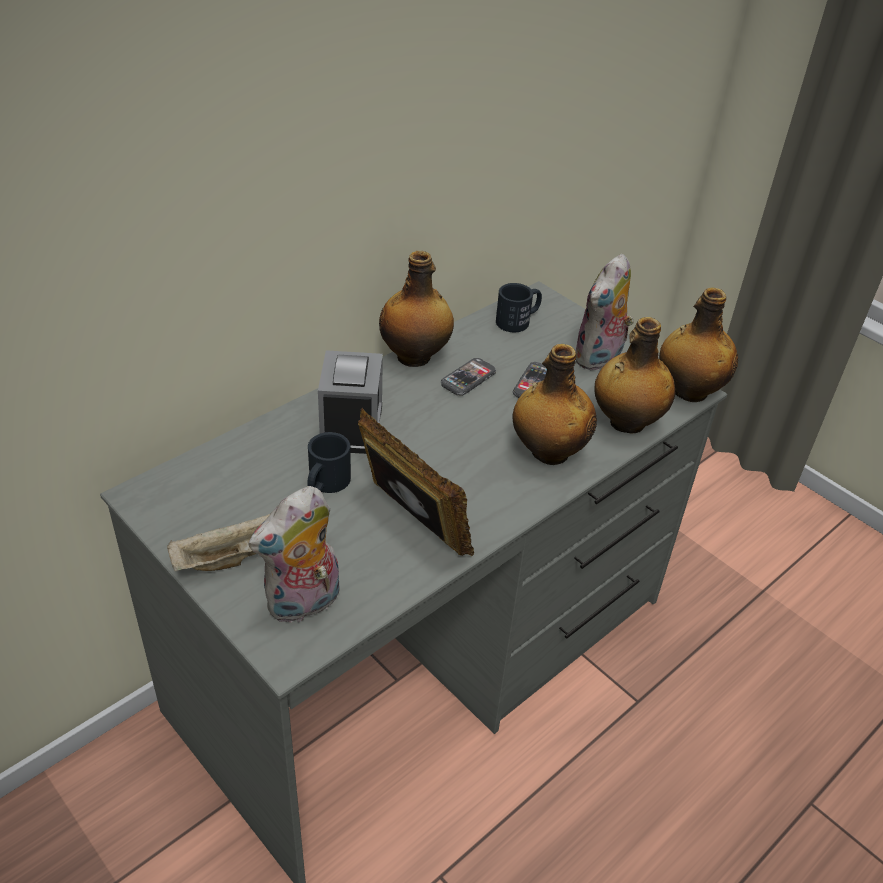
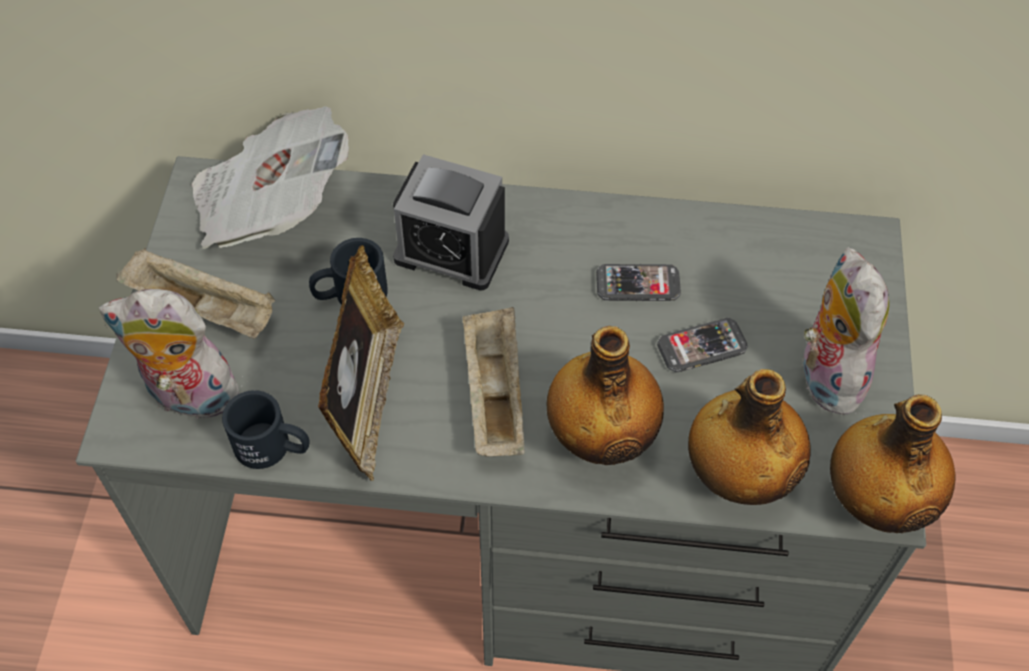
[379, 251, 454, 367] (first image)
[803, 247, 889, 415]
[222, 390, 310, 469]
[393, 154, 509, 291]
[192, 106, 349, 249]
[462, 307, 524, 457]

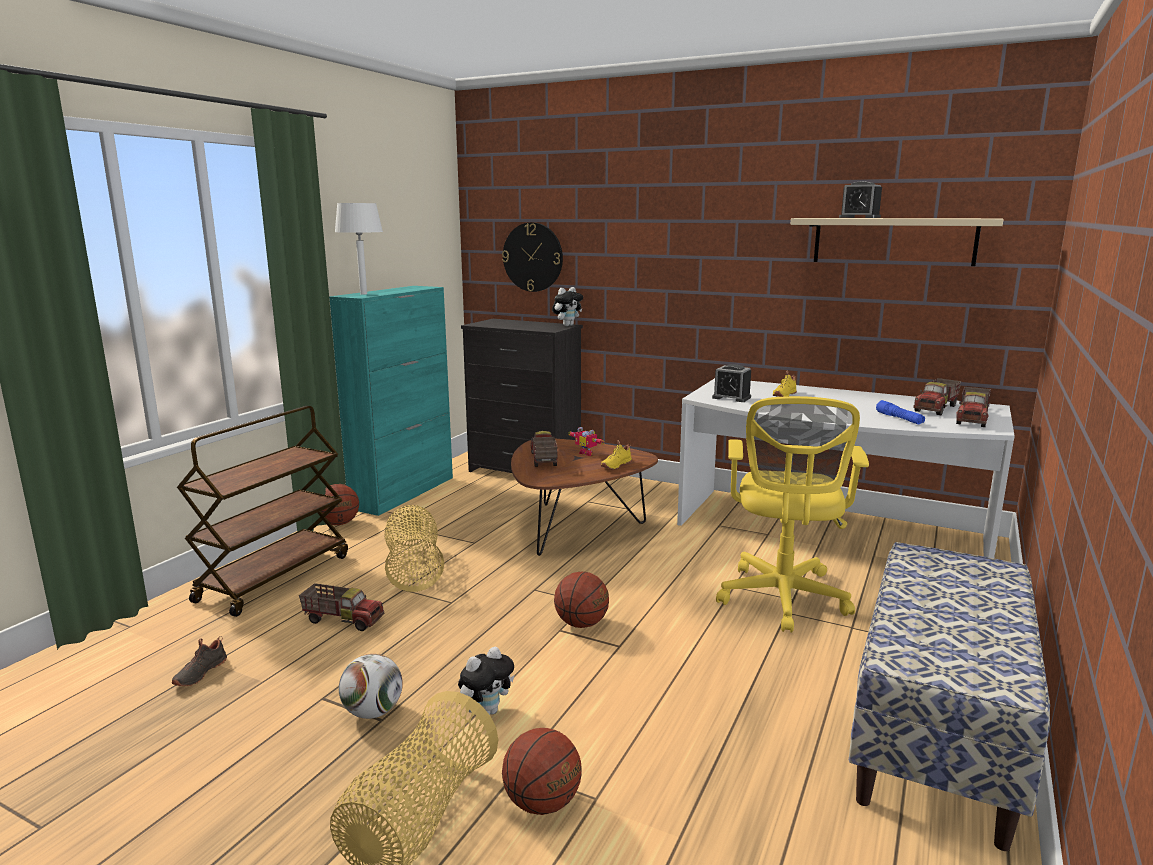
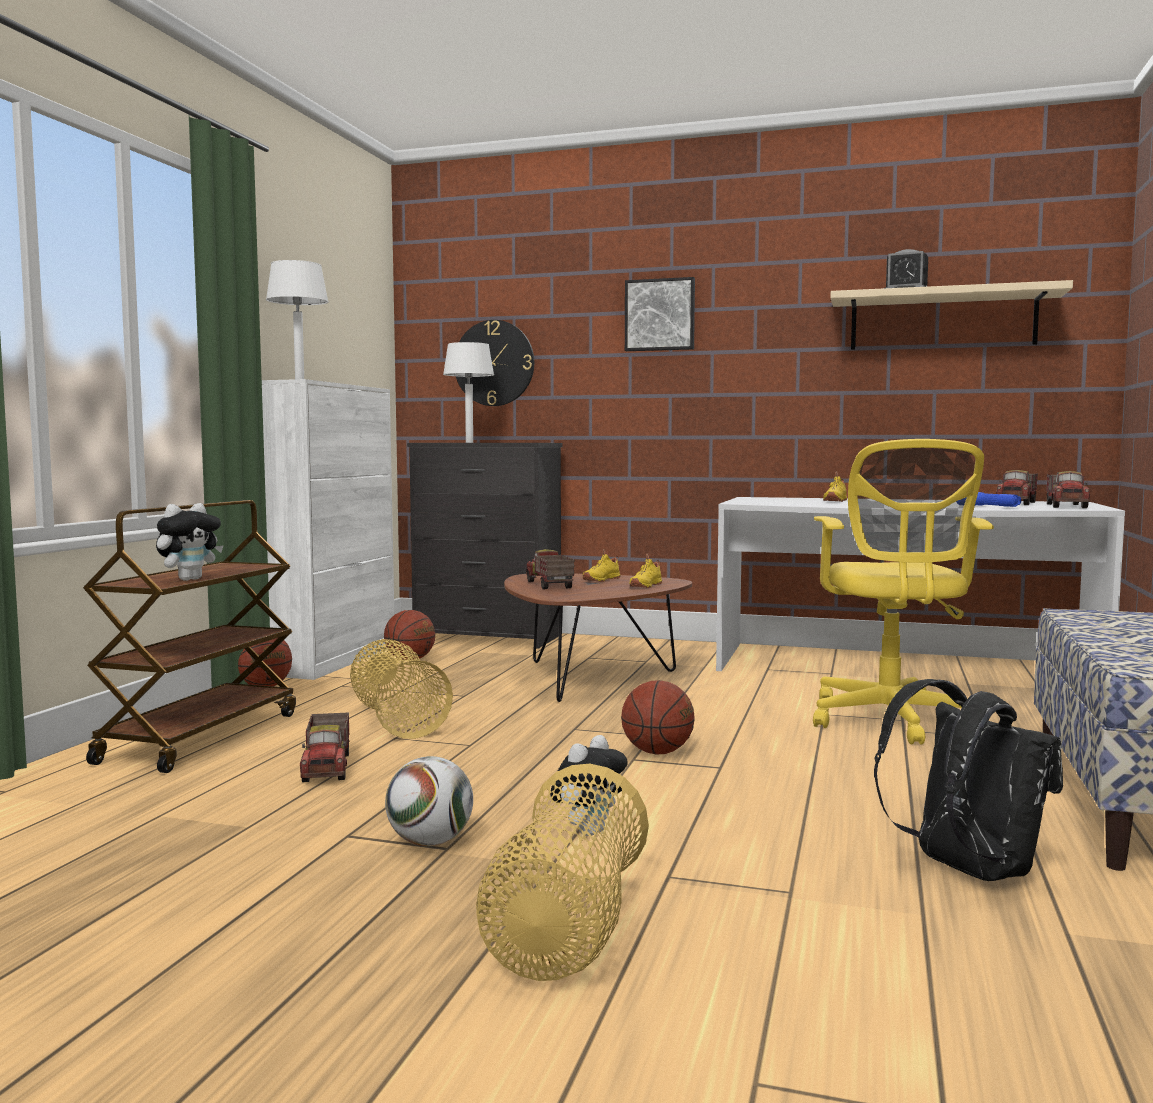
[262, 379, 394, 680]
[156, 503, 223, 581]
[712, 364, 751, 402] (first image)
[583, 549, 620, 582]
[300, 712, 349, 782]
[172, 637, 227, 686] (first image)
[384, 610, 435, 661]
[625, 277, 695, 351]
[443, 342, 494, 443]
[874, 679, 1063, 881]

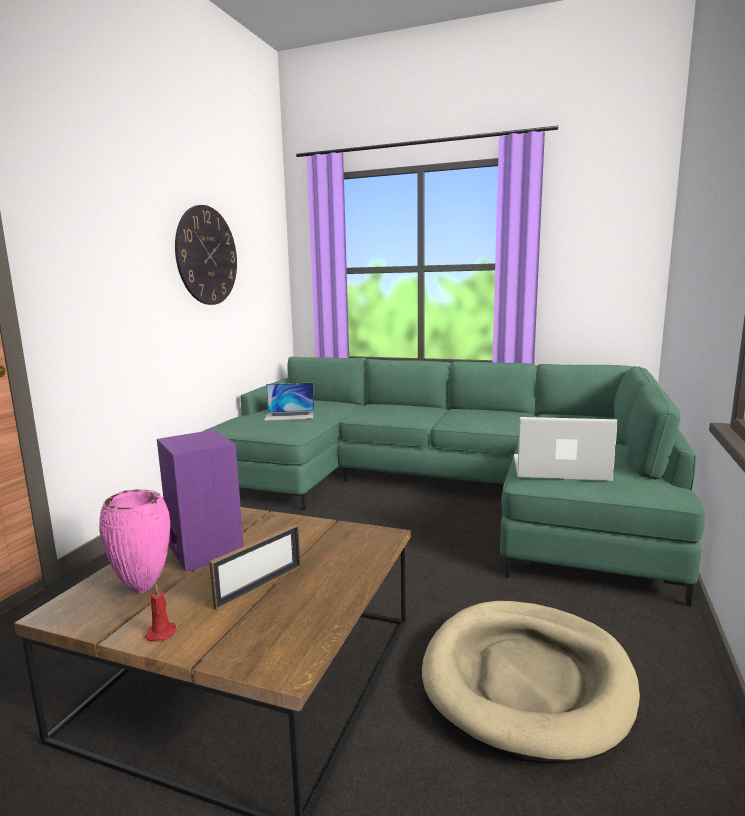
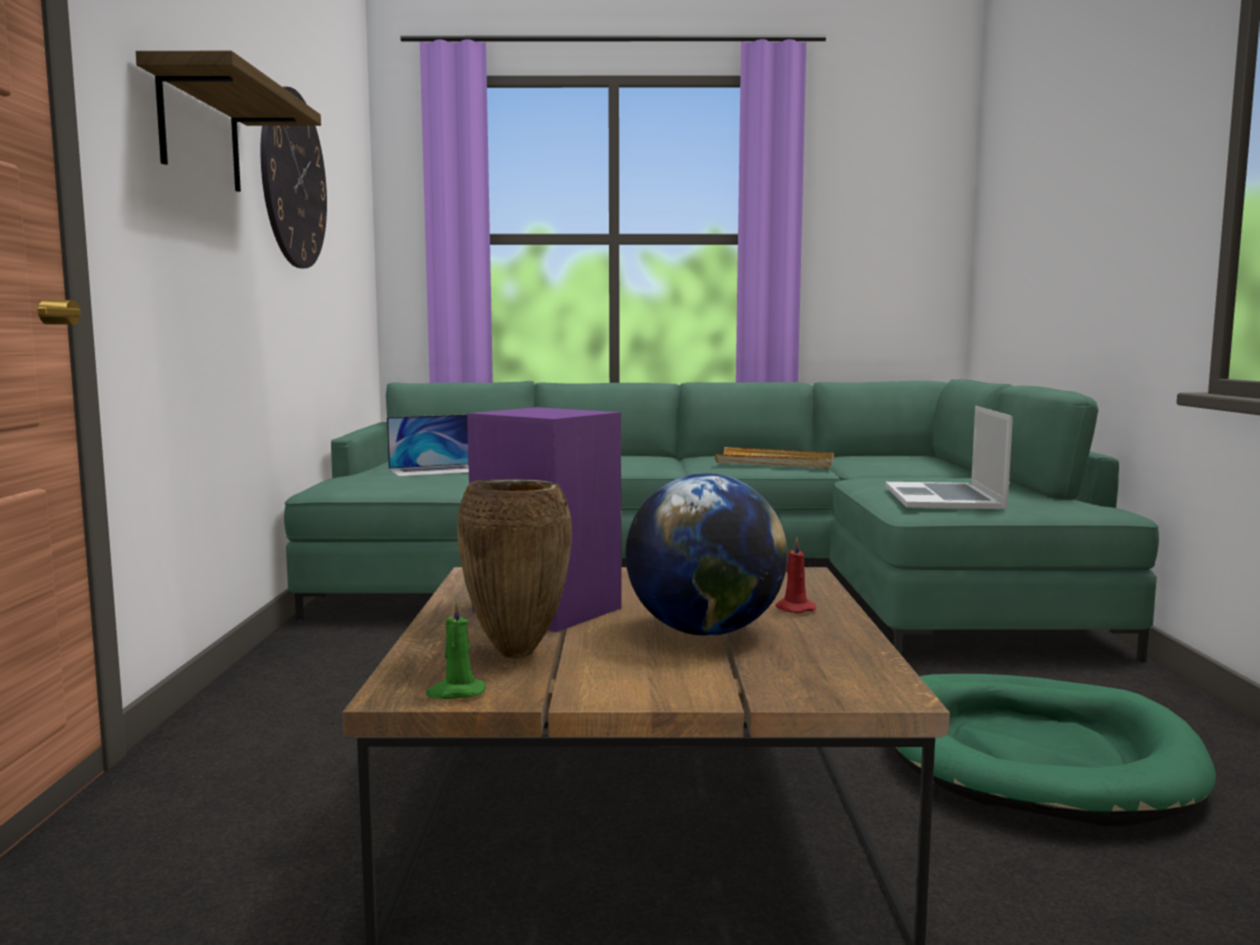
[885, 406, 1013, 509]
[457, 479, 572, 658]
[625, 473, 788, 636]
[775, 538, 816, 613]
[892, 674, 1216, 826]
[136, 51, 321, 192]
[715, 447, 834, 469]
[426, 600, 486, 699]

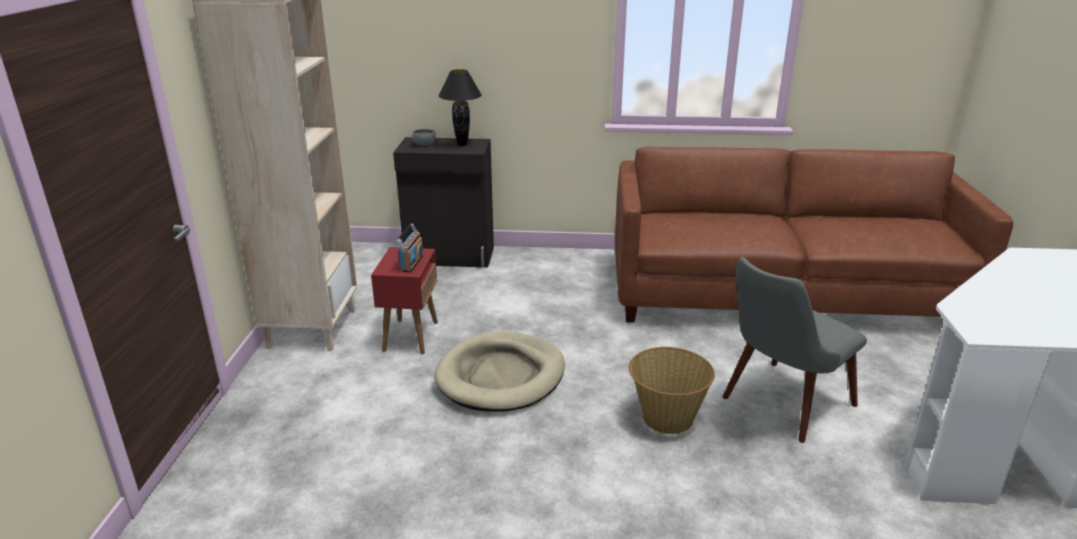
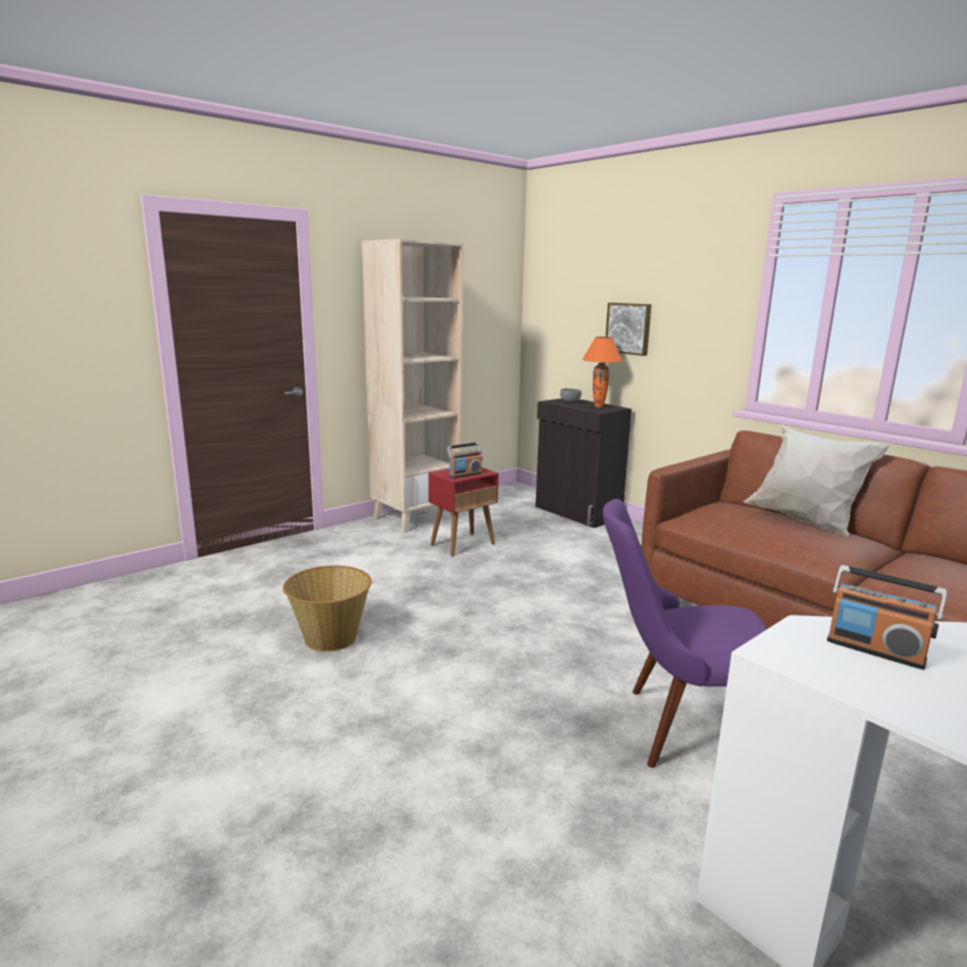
[582, 337, 623, 408]
[603, 499, 768, 768]
[434, 331, 565, 411] (first image)
[283, 566, 372, 652]
[606, 303, 652, 356]
[743, 424, 891, 536]
[827, 565, 947, 670]

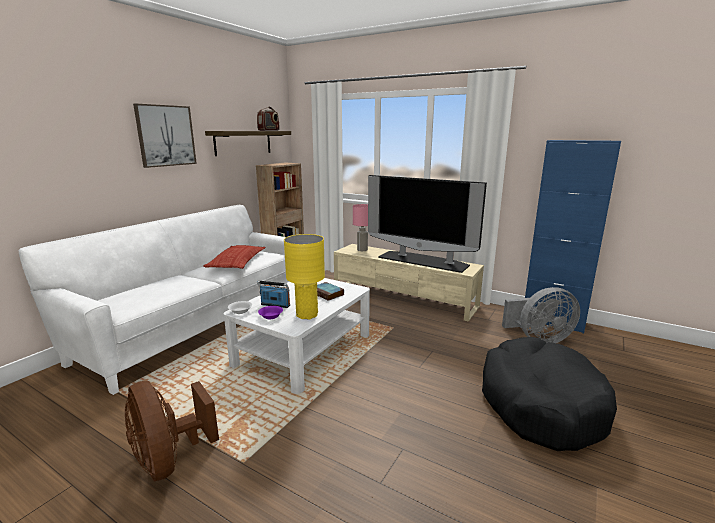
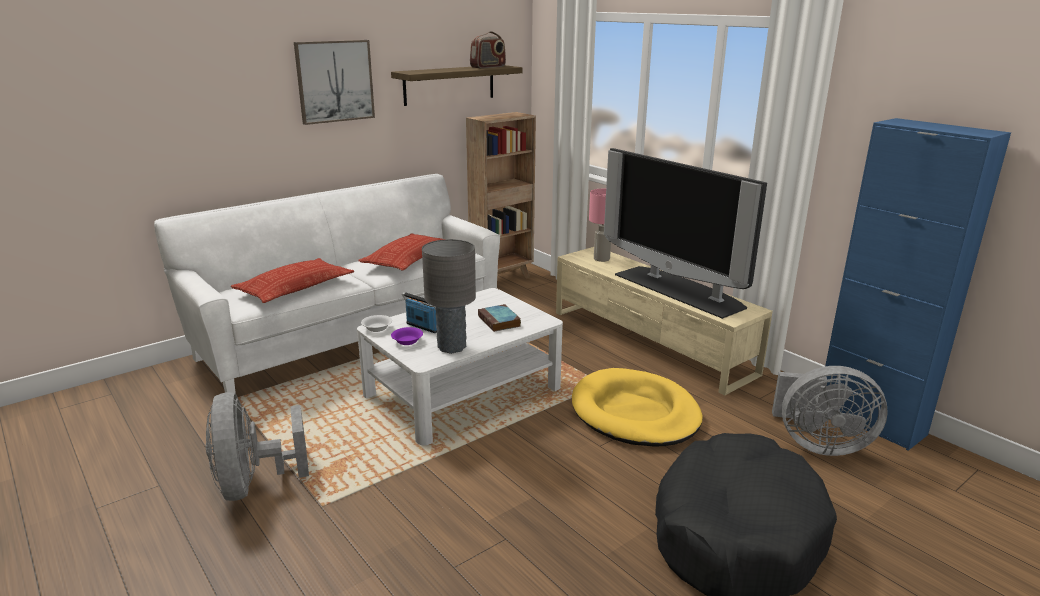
[422, 239, 476, 354]
[206, 392, 309, 501]
[231, 258, 354, 303]
[572, 368, 702, 447]

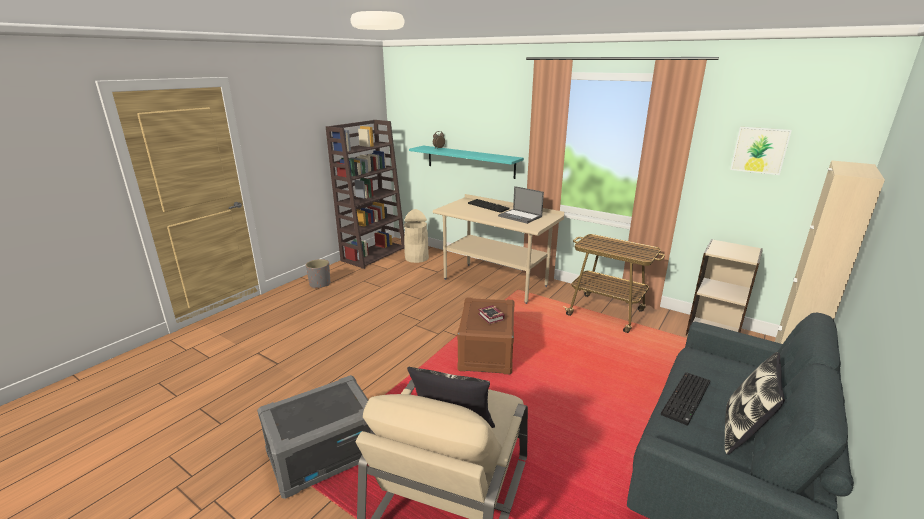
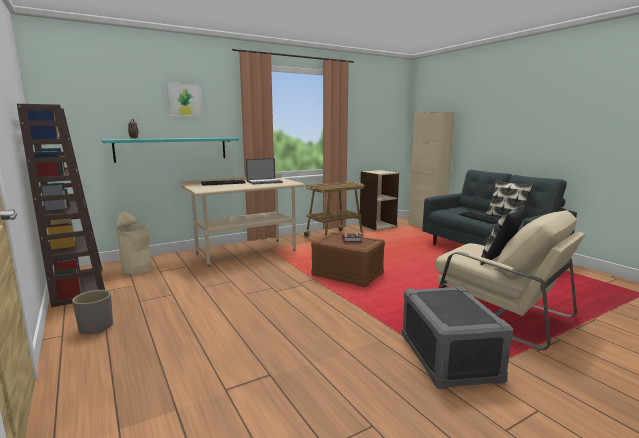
[167, 82, 203, 117]

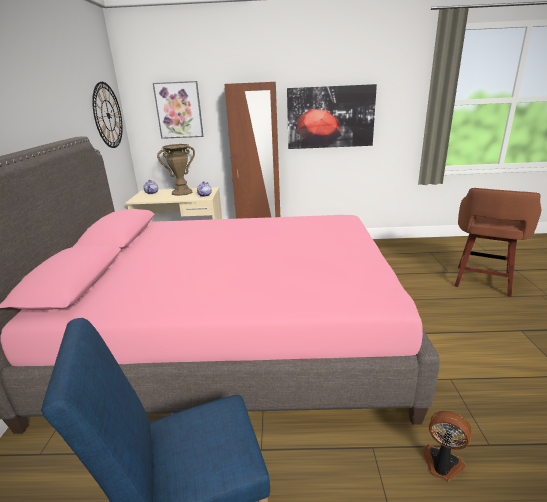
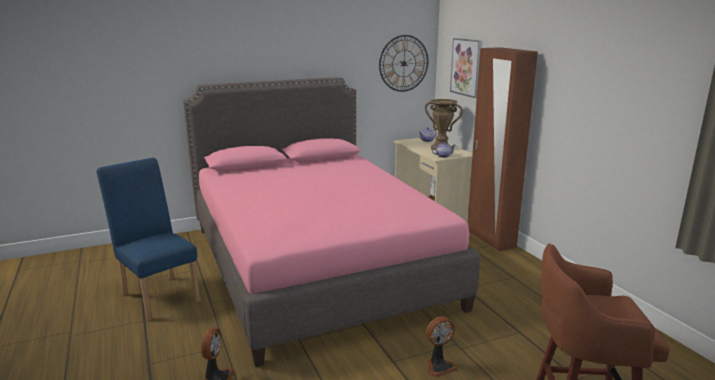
[287, 84, 377, 149] (first image)
[426, 317, 458, 378]

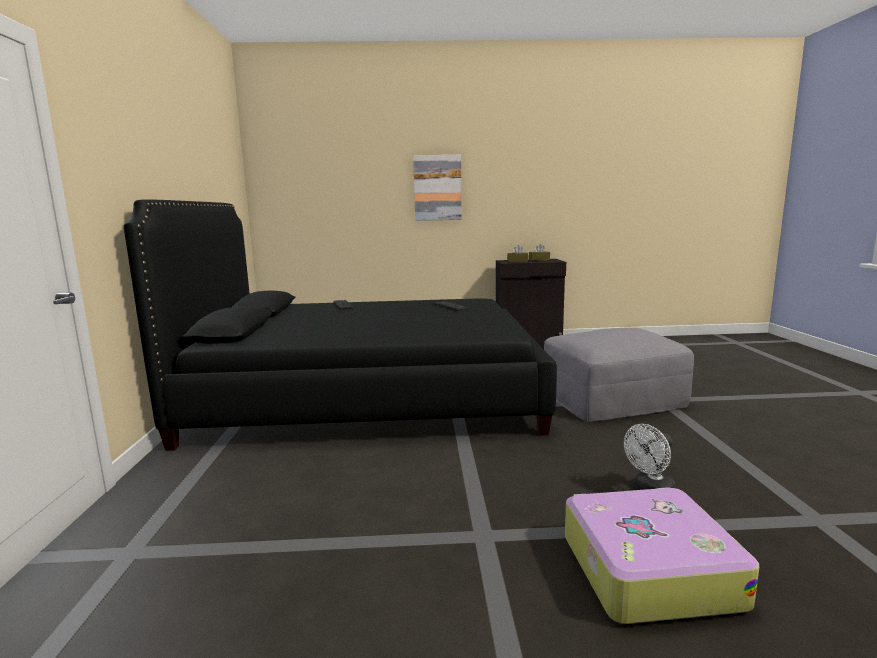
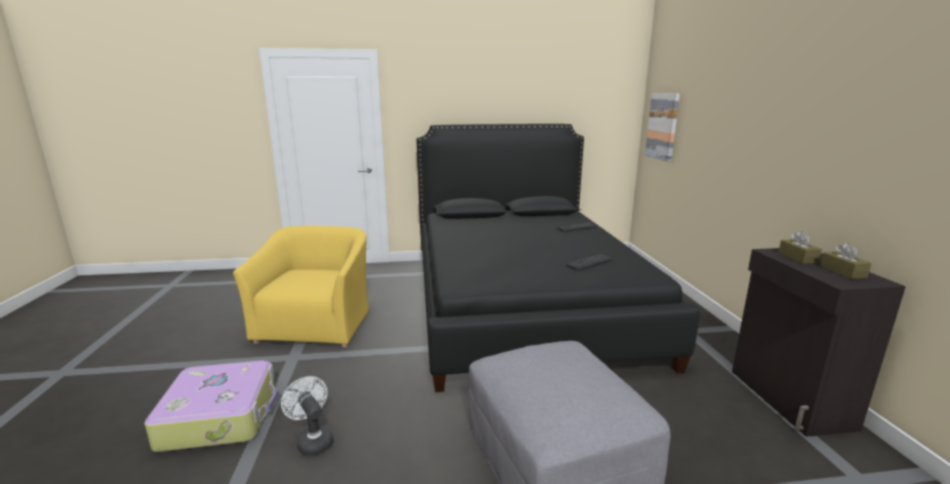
[645, 93, 680, 162]
[233, 226, 369, 347]

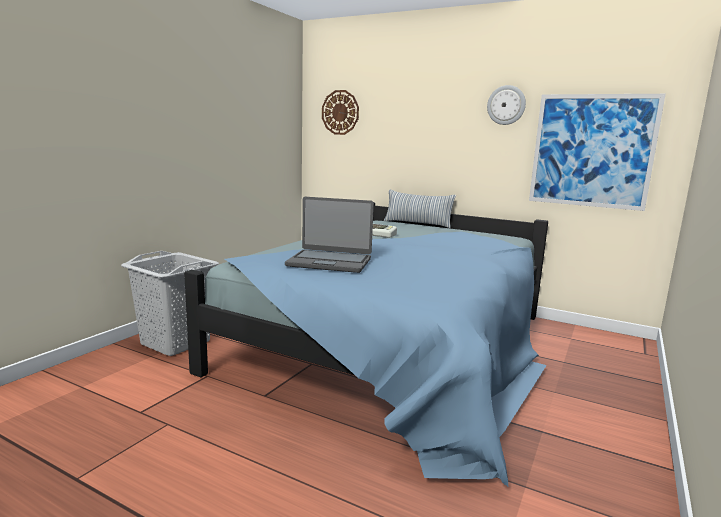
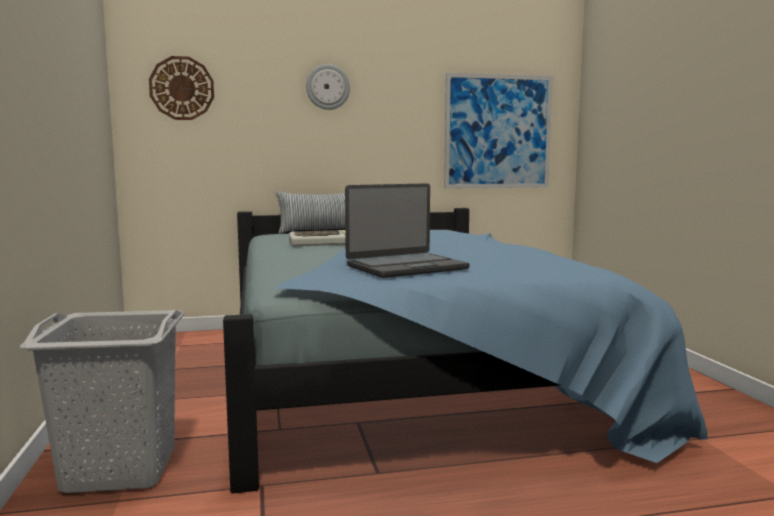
[306, 64, 350, 110]

